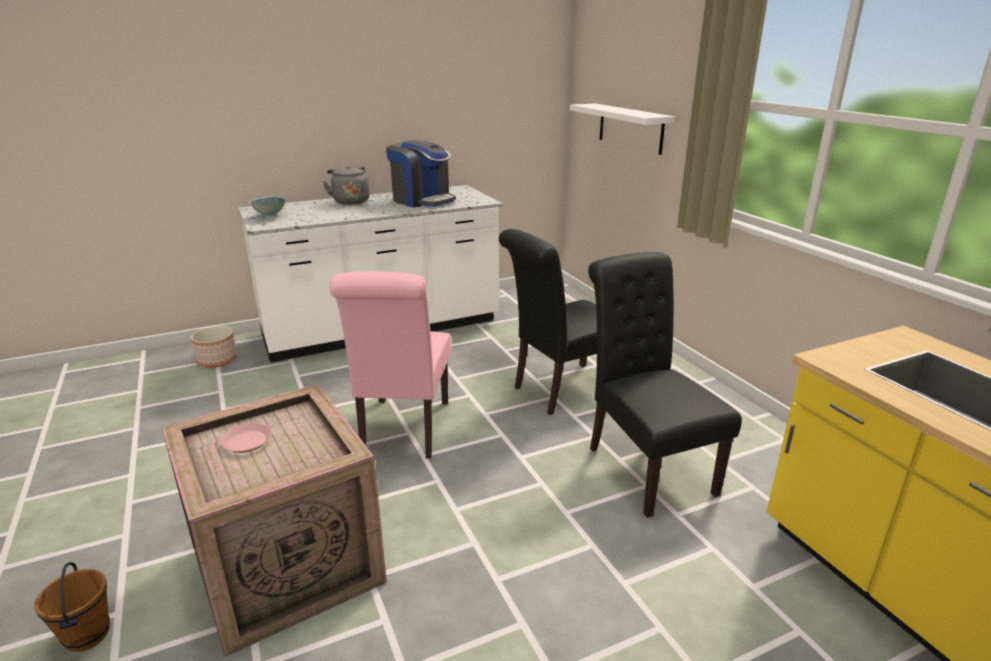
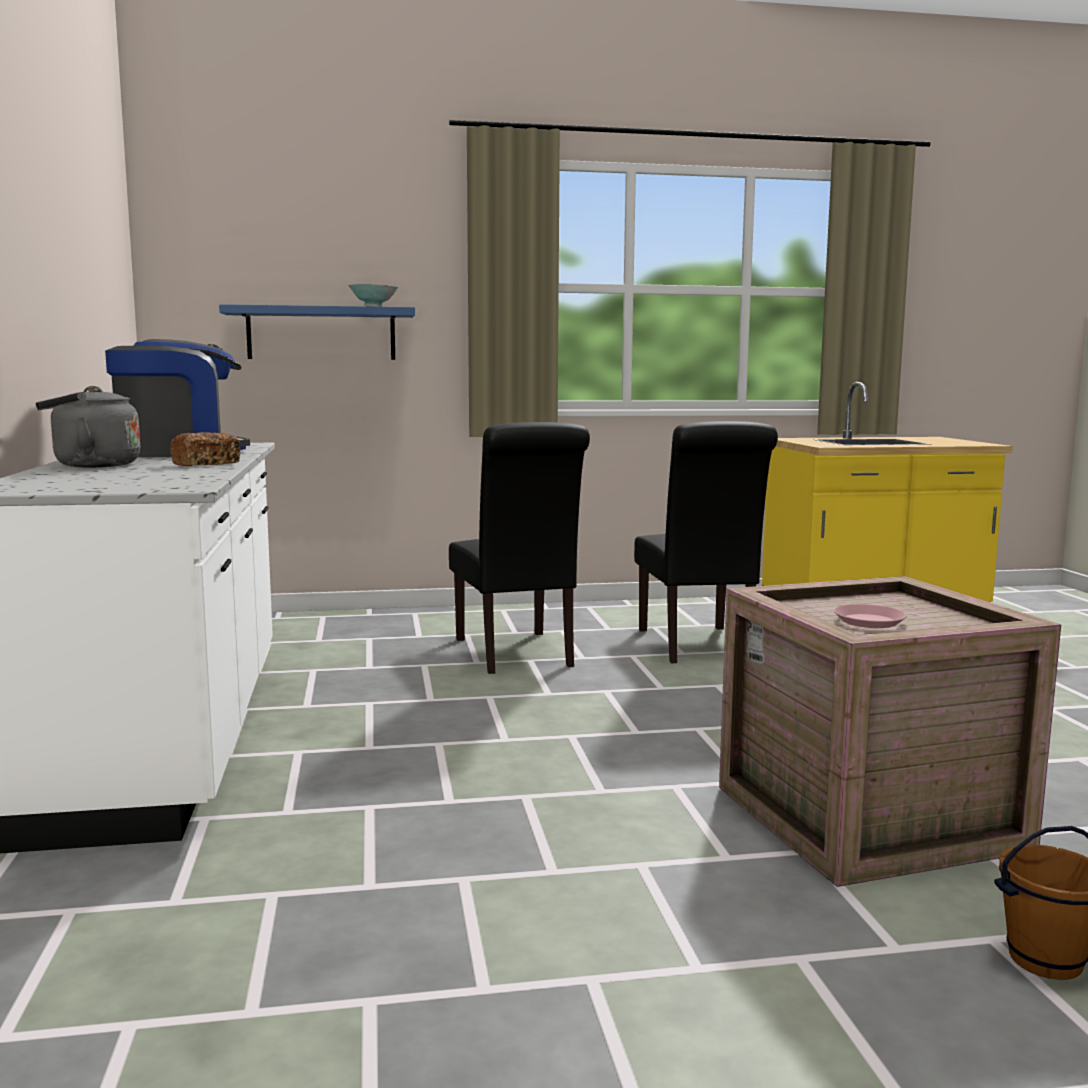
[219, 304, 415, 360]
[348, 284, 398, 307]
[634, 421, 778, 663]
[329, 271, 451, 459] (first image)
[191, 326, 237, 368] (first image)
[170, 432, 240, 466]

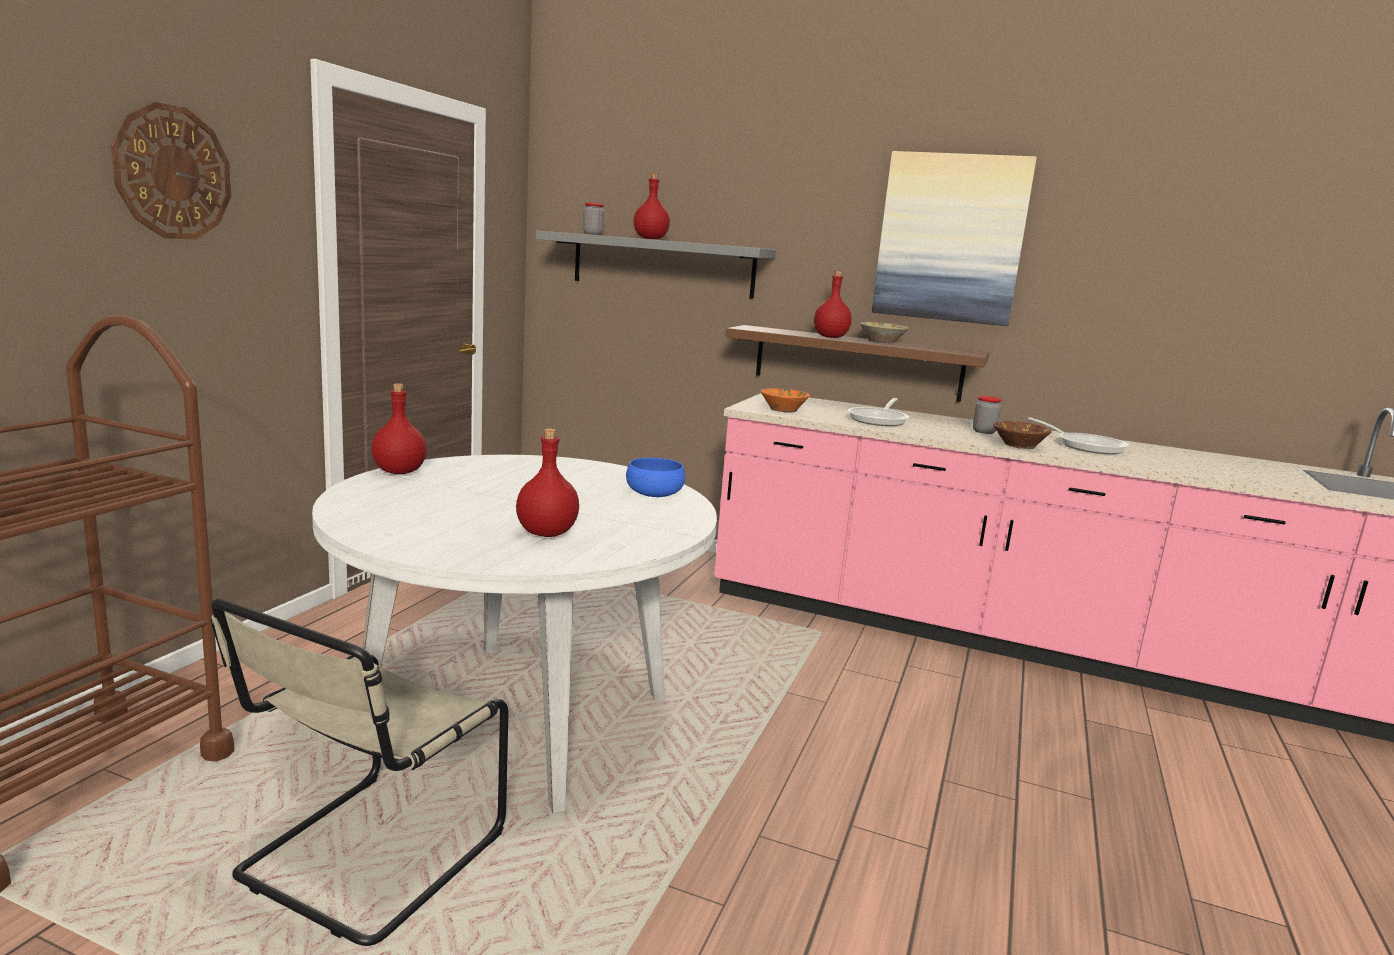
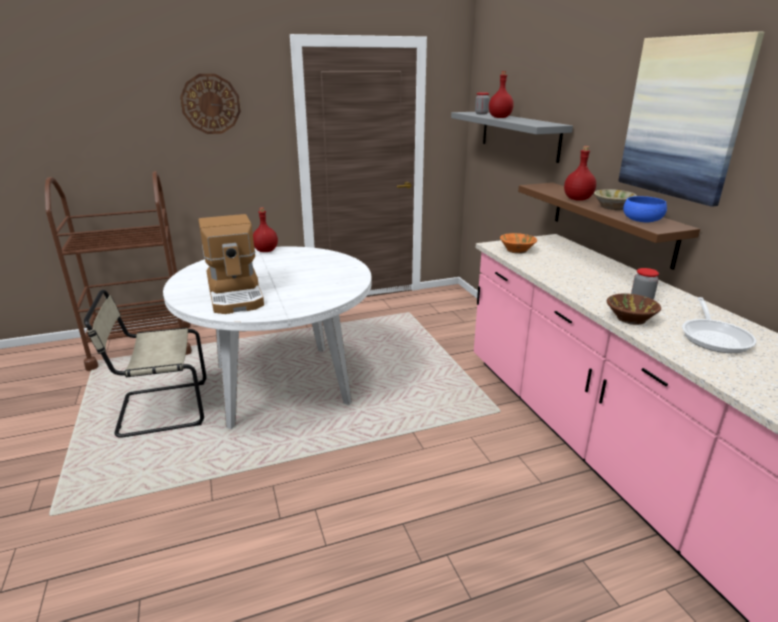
[848, 398, 909, 426] (first image)
[198, 214, 264, 314]
[623, 196, 667, 222]

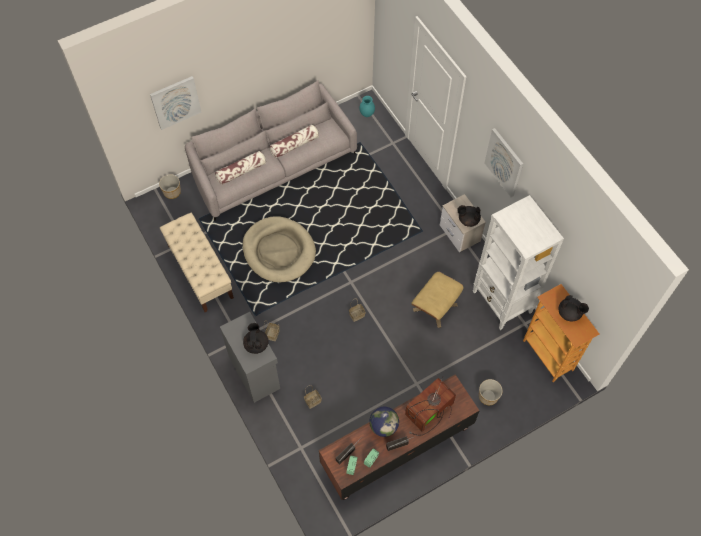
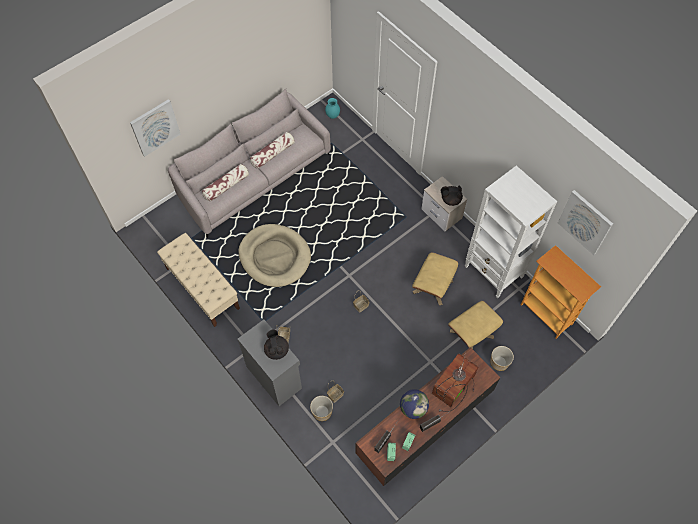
[558, 190, 613, 255]
[310, 396, 333, 421]
[558, 295, 589, 321] (first image)
[448, 301, 503, 349]

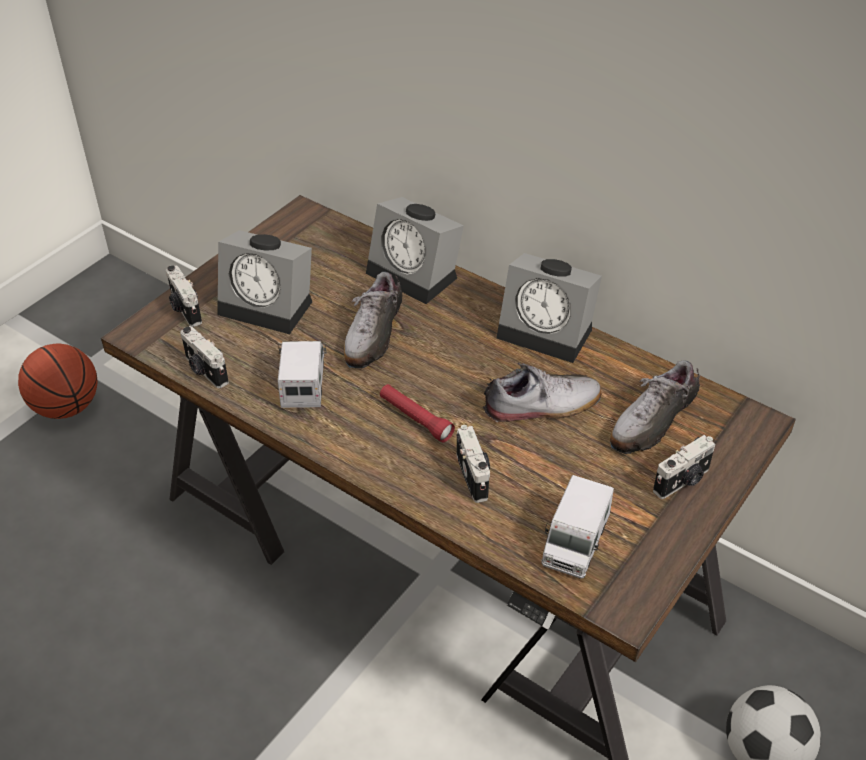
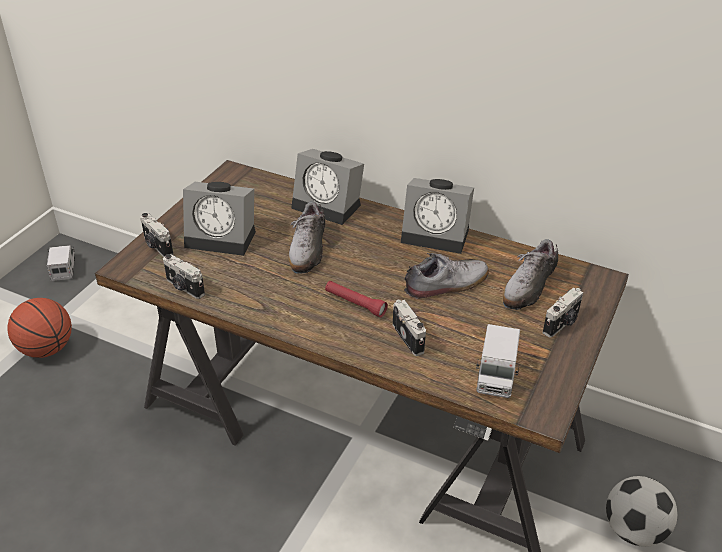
[47, 245, 75, 281]

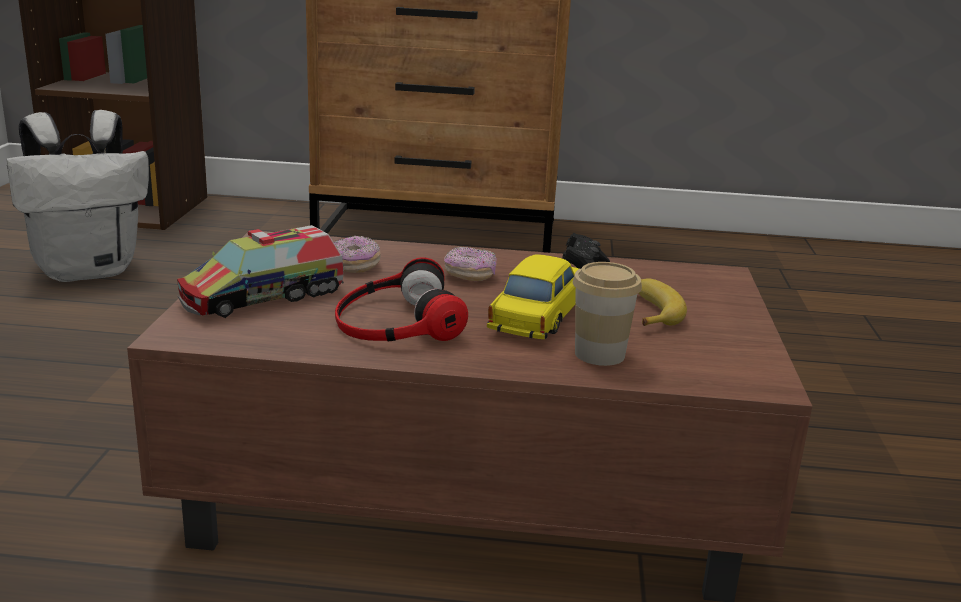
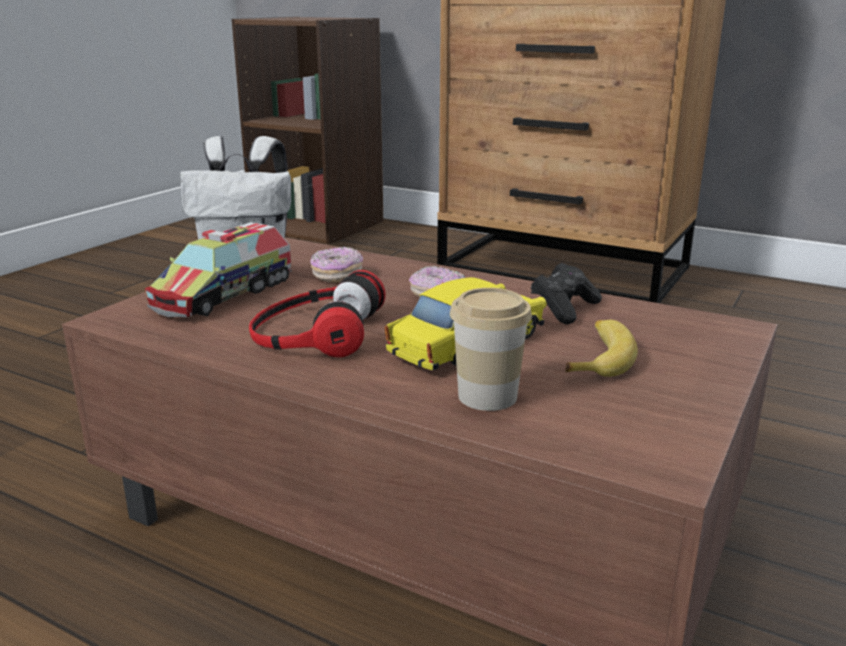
[145, 222, 292, 317]

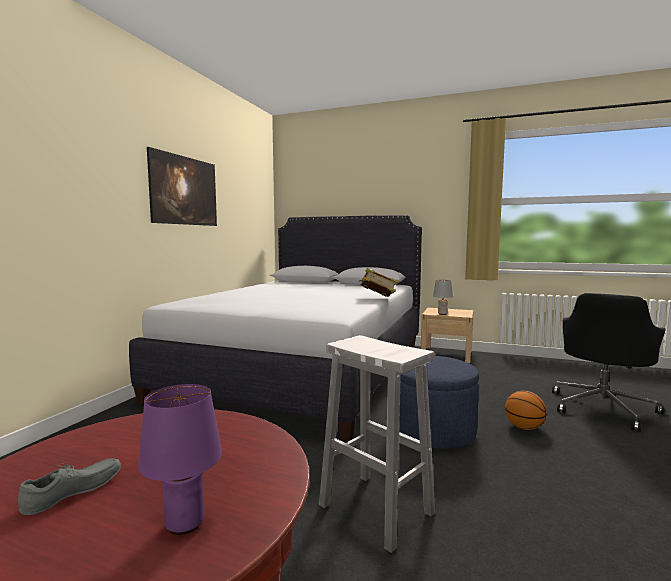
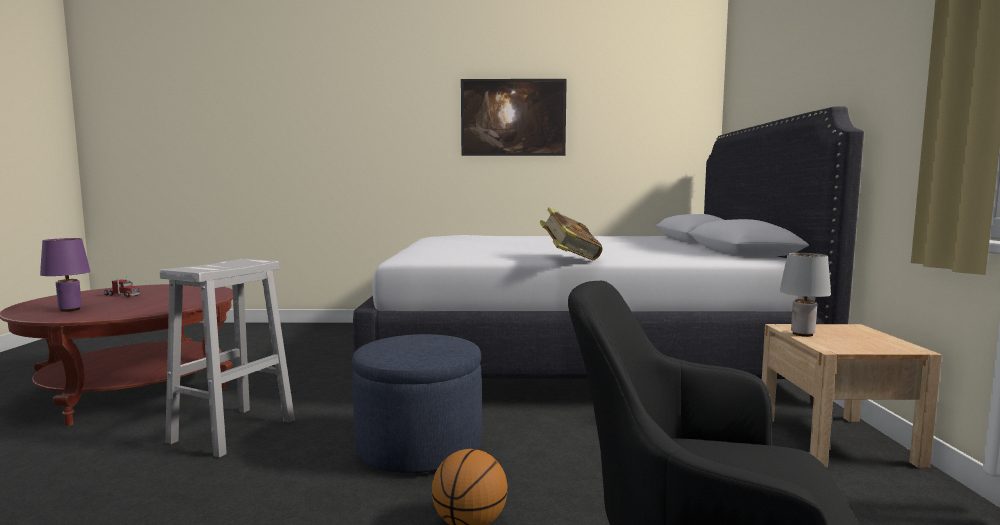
[104, 277, 140, 297]

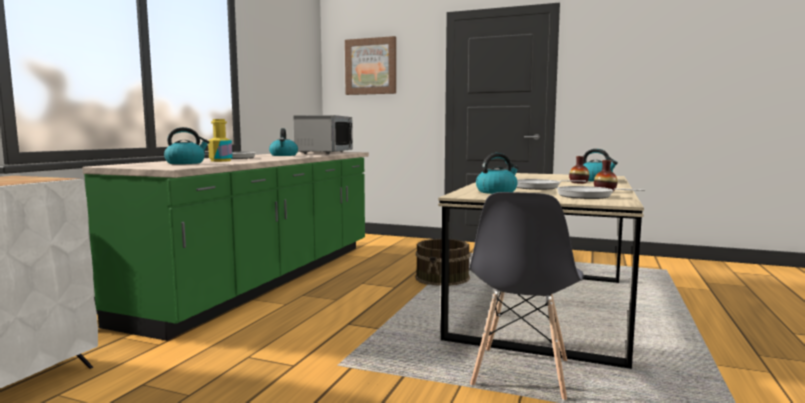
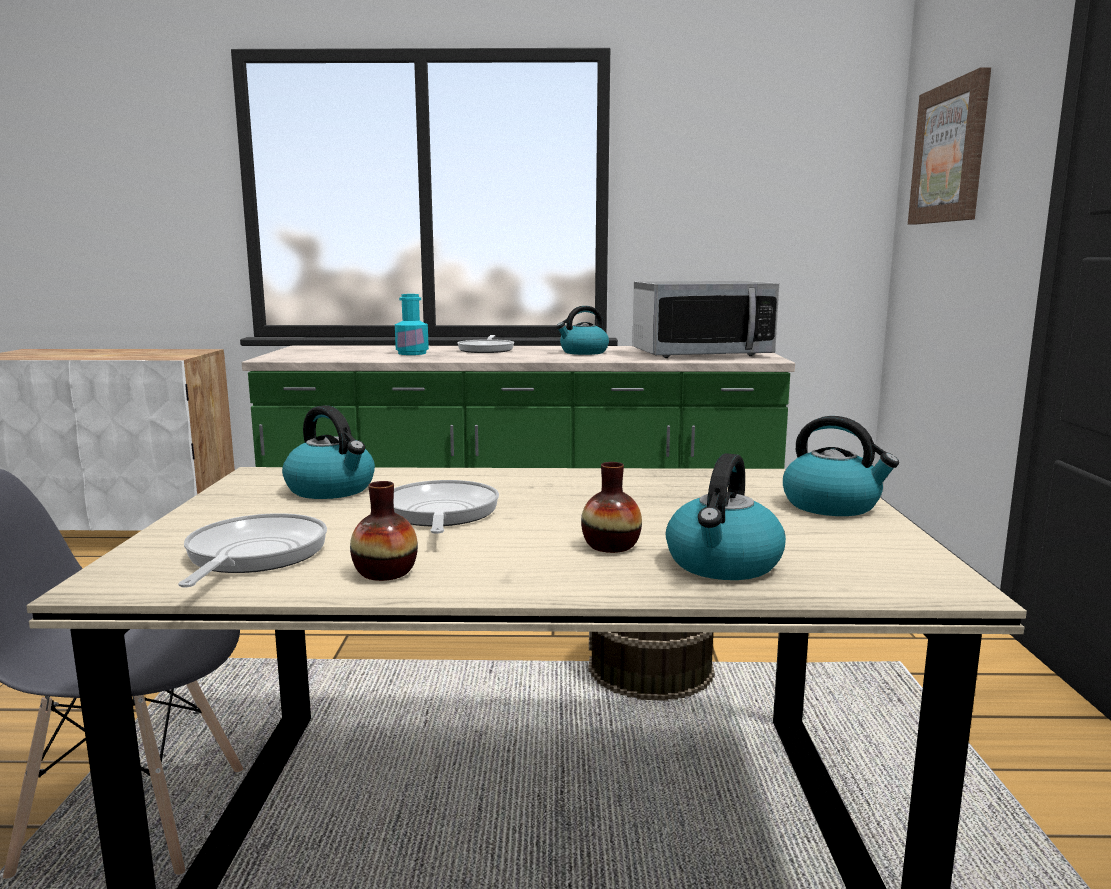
[395, 294, 429, 355]
[783, 416, 899, 516]

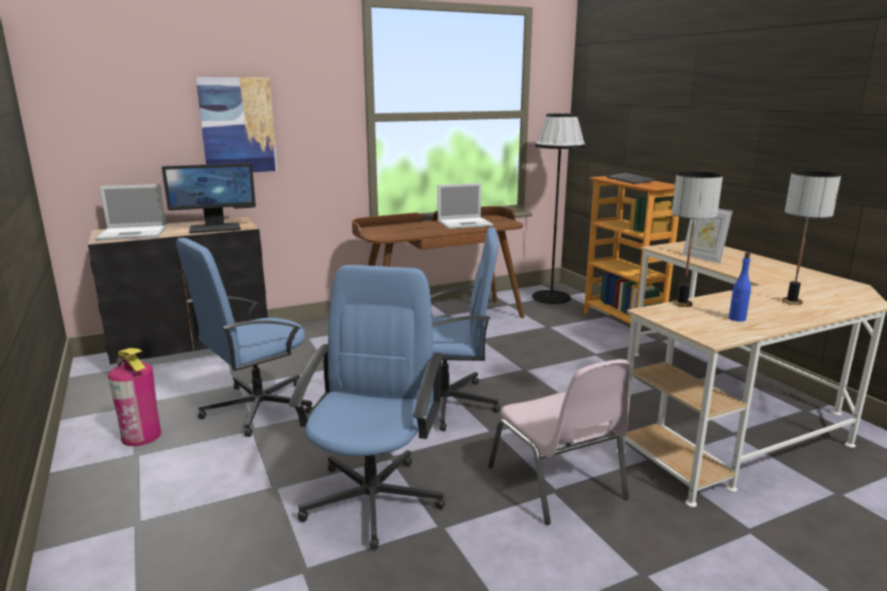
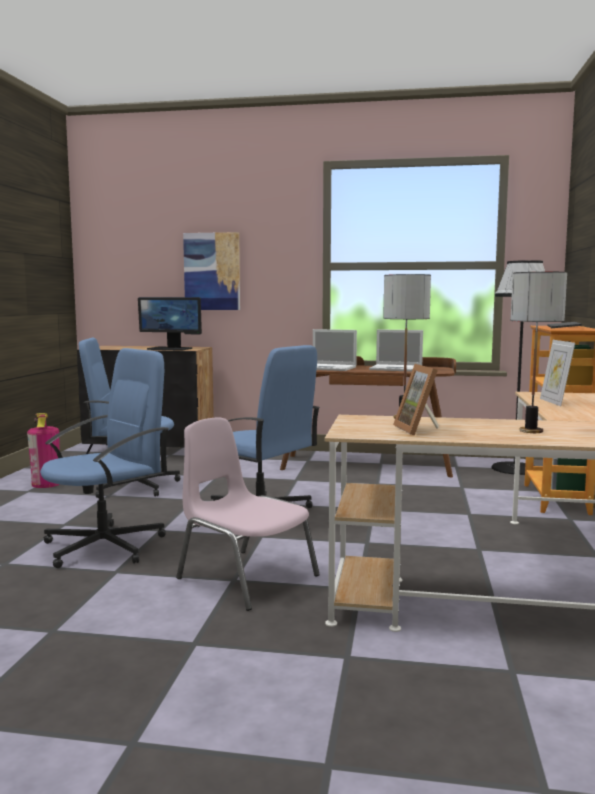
[313, 329, 357, 371]
[393, 364, 439, 436]
[176, 417, 320, 611]

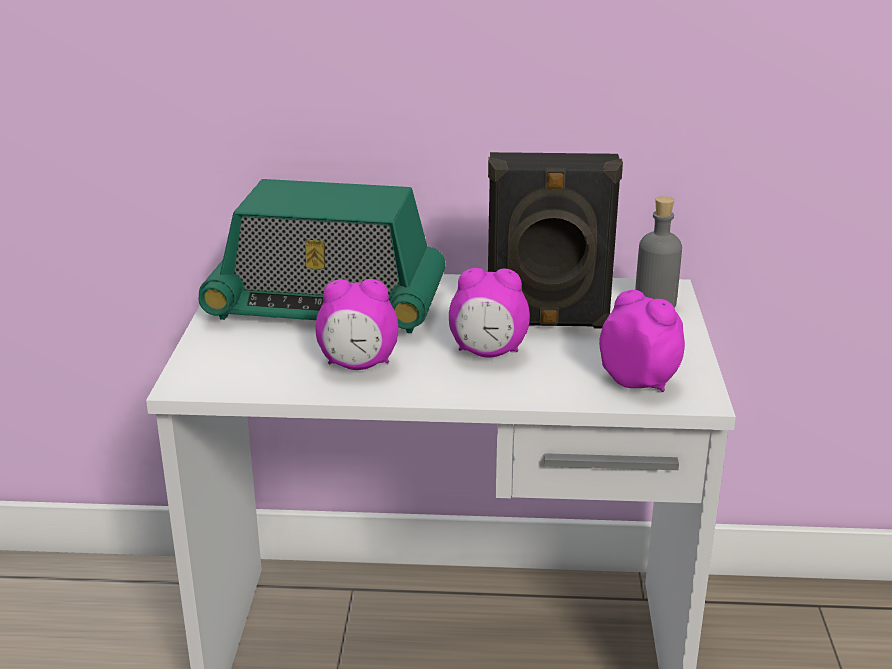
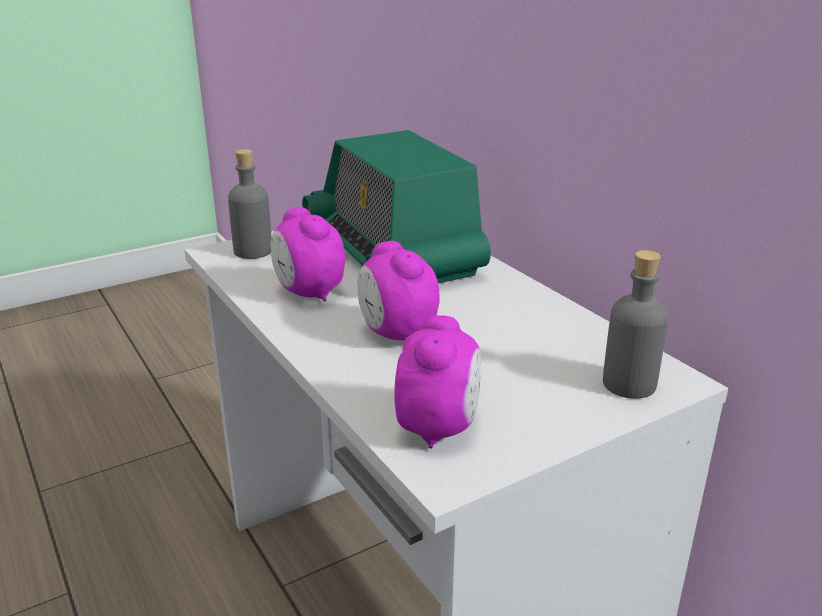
[488, 152, 623, 329] (first image)
[228, 149, 272, 259]

